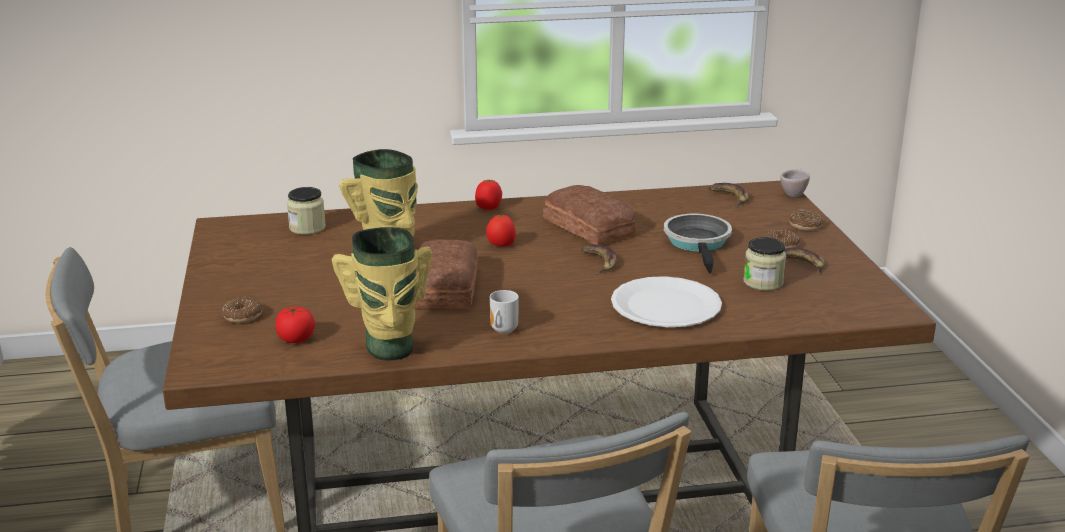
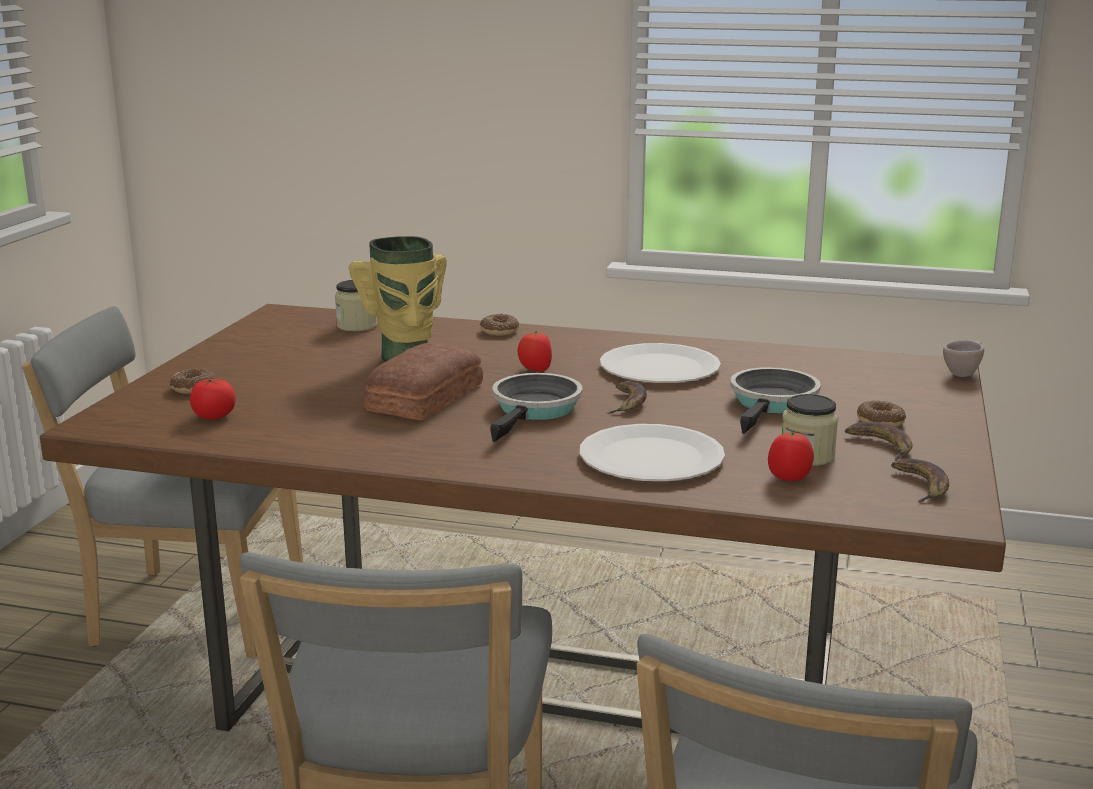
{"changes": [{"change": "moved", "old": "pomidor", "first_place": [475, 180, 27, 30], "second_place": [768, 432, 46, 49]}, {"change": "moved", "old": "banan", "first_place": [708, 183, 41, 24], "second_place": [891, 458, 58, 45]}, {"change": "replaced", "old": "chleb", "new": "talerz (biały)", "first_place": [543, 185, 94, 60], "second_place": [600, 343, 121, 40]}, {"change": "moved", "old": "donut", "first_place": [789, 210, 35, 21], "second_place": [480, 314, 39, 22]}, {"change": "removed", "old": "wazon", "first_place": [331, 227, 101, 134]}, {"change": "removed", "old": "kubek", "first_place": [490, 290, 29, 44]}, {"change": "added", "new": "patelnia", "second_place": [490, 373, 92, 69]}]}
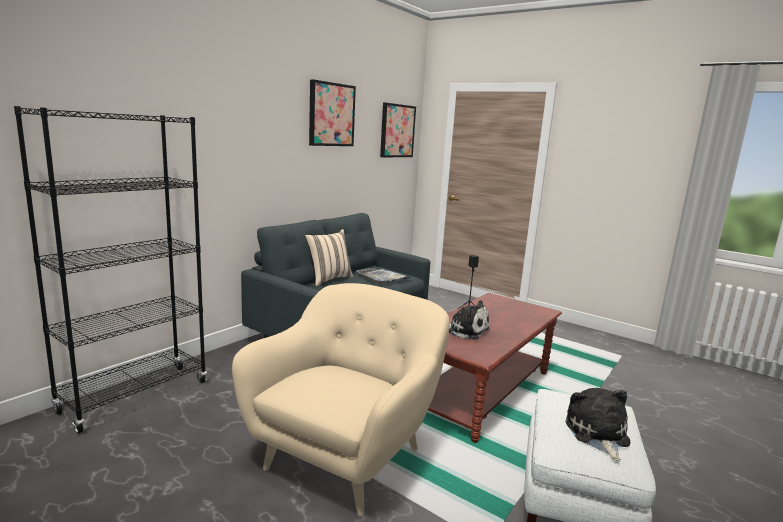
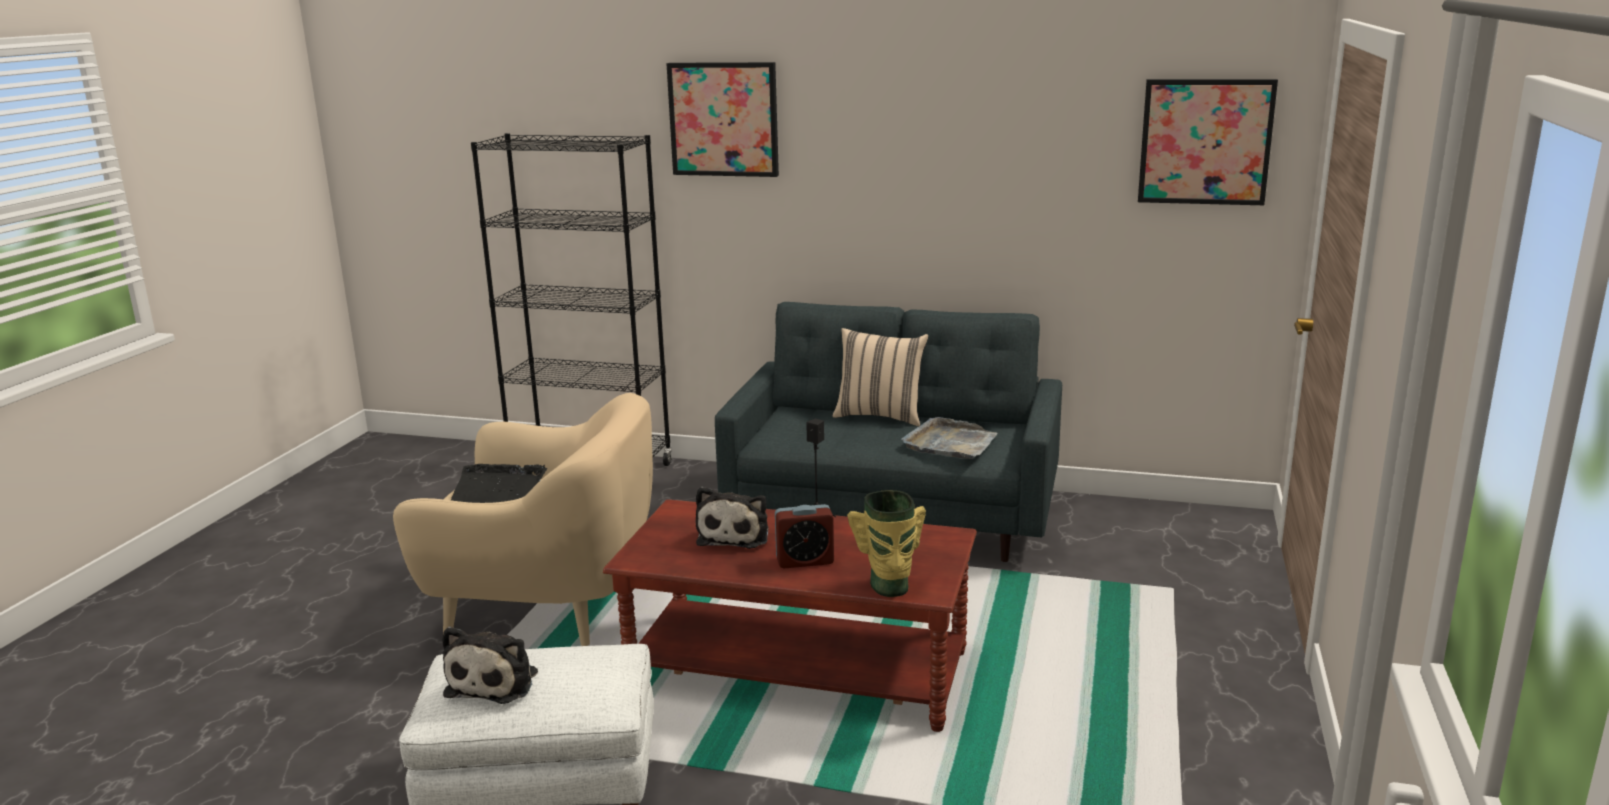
{"changes": [{"change": "moved", "old": "obraz", "first_place": [309, 79, 47, 67], "second_place": [666, 62, 113, 115]}, {"change": "turned", "old": "pluszak", "first_place": [566, 388, 64, 73], "second_place": [442, 626, 96, 78], "degrees": 120}, {"change": "added", "new": "taca (czarny)", "second_place": [451, 464, 96, 39]}, {"change": "added", "new": "wazon", "second_place": [847, 490, 79, 107]}, {"change": "added", "new": "budzik", "second_place": [775, 504, 59, 64]}]}
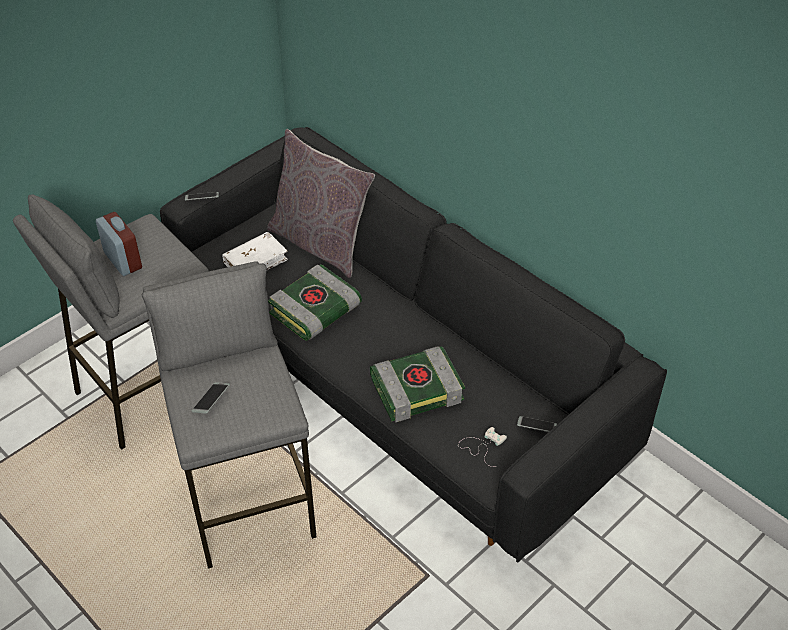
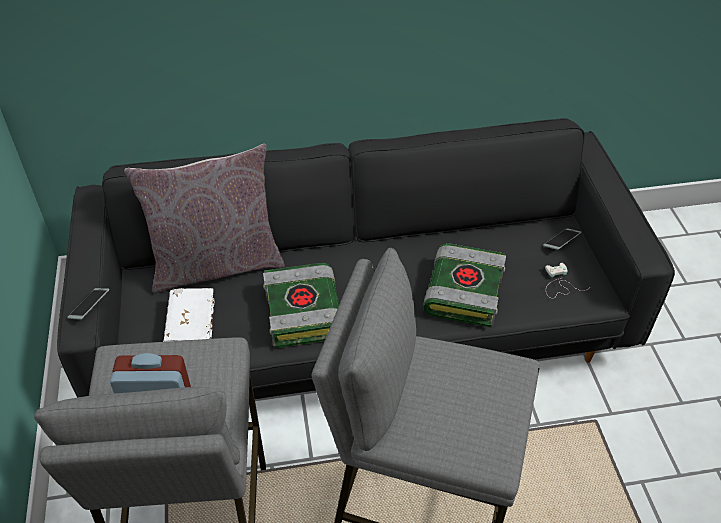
{"changes": [{"change": "removed", "old": "telefon", "first_place": [191, 382, 39, 32]}]}
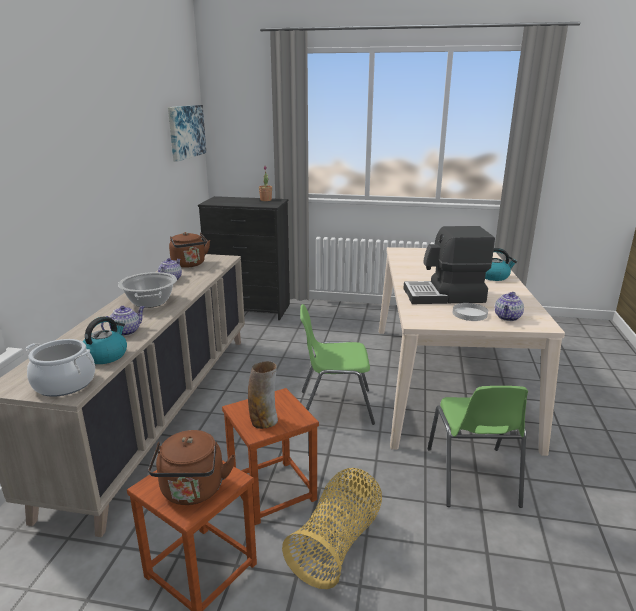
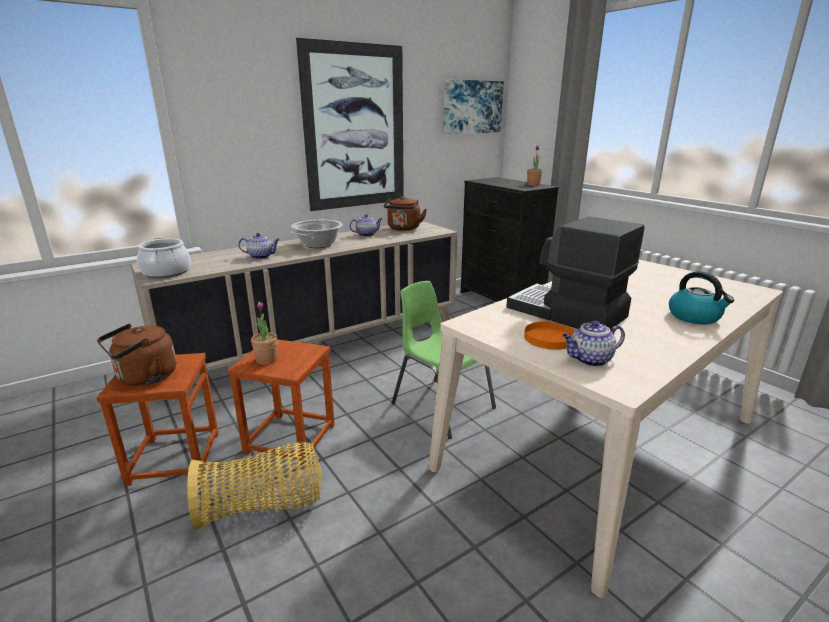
{"changes": [{"change": "recoloured", "old": "talerz (biały)", "new": "talerz (pomarańczowy)", "first_place": [453, 303, 35, 18], "second_place": [524, 322, 51, 28]}, {"change": "removed", "old": "czajnik", "first_place": [83, 317, 44, 47]}, {"change": "replaced", "old": "wazon", "new": "roślina doniczkowa", "first_place": [248, 361, 30, 68], "second_place": [251, 302, 27, 63]}, {"change": "removed", "old": "krzesło (zielony)", "first_place": [428, 386, 100, 122]}, {"change": "added", "new": "obraz", "second_place": [296, 38, 108, 173]}]}
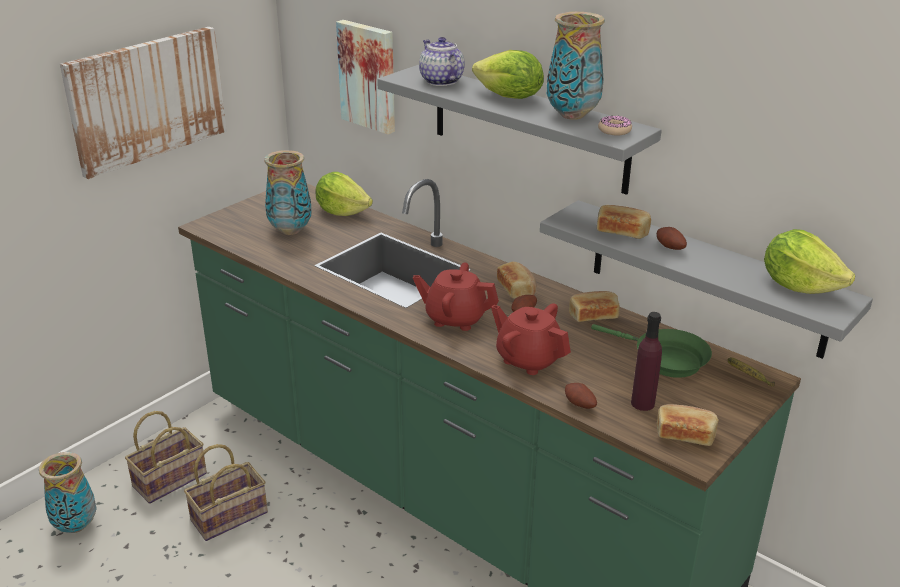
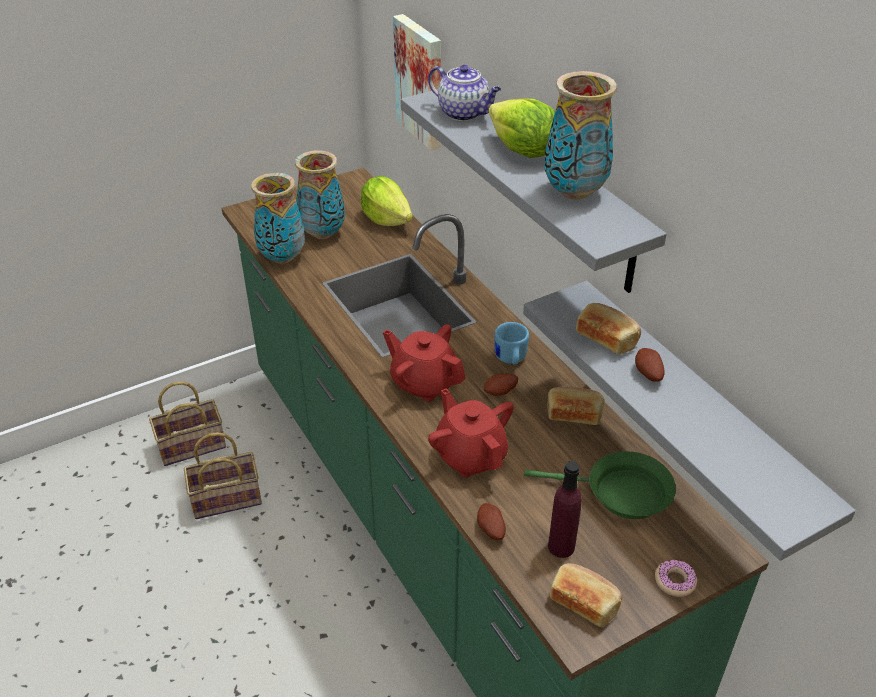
{"changes": [{"change": "removed", "old": "obraz", "first_place": [60, 27, 167, 152]}, {"change": "turned", "old": "imbryk", "first_place": [419, 37, 46, 49], "second_place": [428, 65, 73, 56], "degrees": 135}, {"change": "moved", "old": "donut", "first_place": [598, 116, 34, 19], "second_place": [655, 559, 42, 38]}, {"change": "removed", "old": "sałata", "first_place": [764, 229, 91, 65]}, {"change": "replaced", "old": "chleb", "new": "kubek (niebieski)", "first_place": [497, 262, 40, 37], "second_place": [495, 322, 34, 42]}, {"change": "turned", "old": "patelnia (zielony)", "first_place": [591, 324, 121, 54], "second_place": [524, 451, 152, 68], "degrees": -45}, {"change": "removed", "old": "banan", "first_place": [728, 357, 47, 30]}, {"change": "moved", "old": "wazon", "first_place": [39, 452, 58, 81], "second_place": [251, 173, 54, 91]}]}
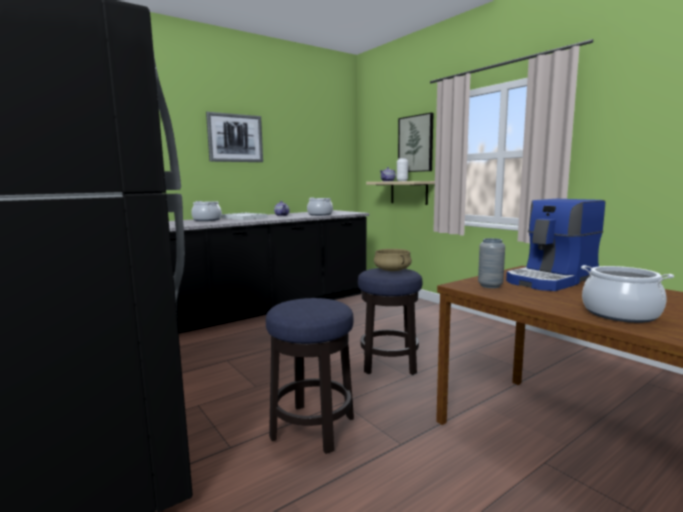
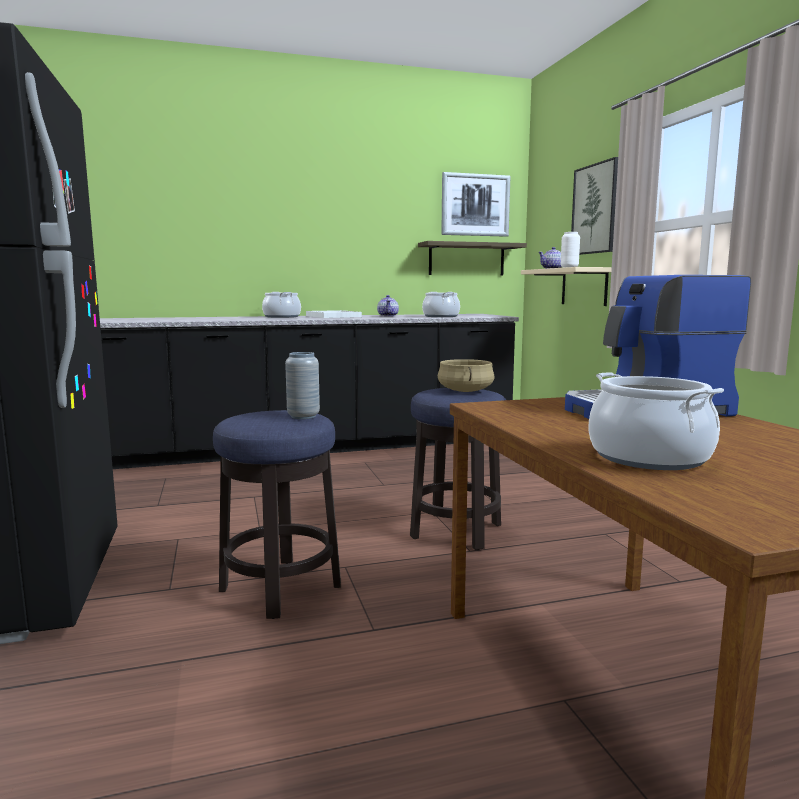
{"changes": [{"change": "moved", "old": "obraz", "first_place": [206, 112, 57, 50], "second_place": [441, 172, 69, 65]}, {"change": "moved", "old": "wazon (szary)", "first_place": [478, 238, 27, 50], "second_place": [285, 352, 35, 67]}, {"change": "added", "new": "półka", "second_place": [418, 241, 109, 35]}]}
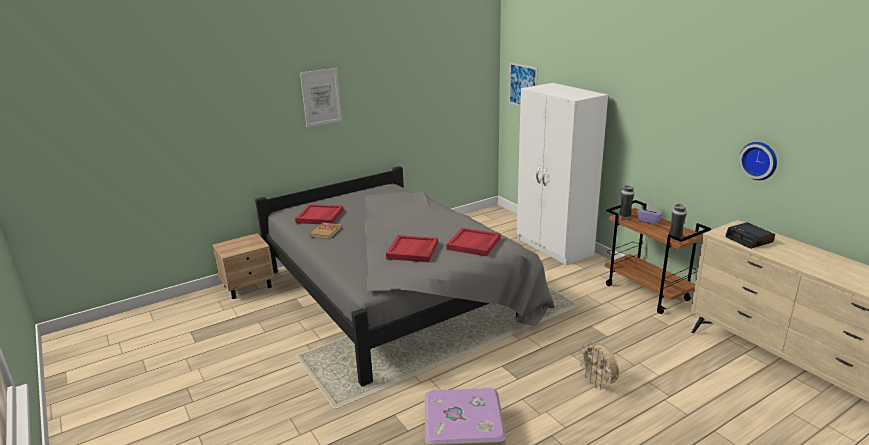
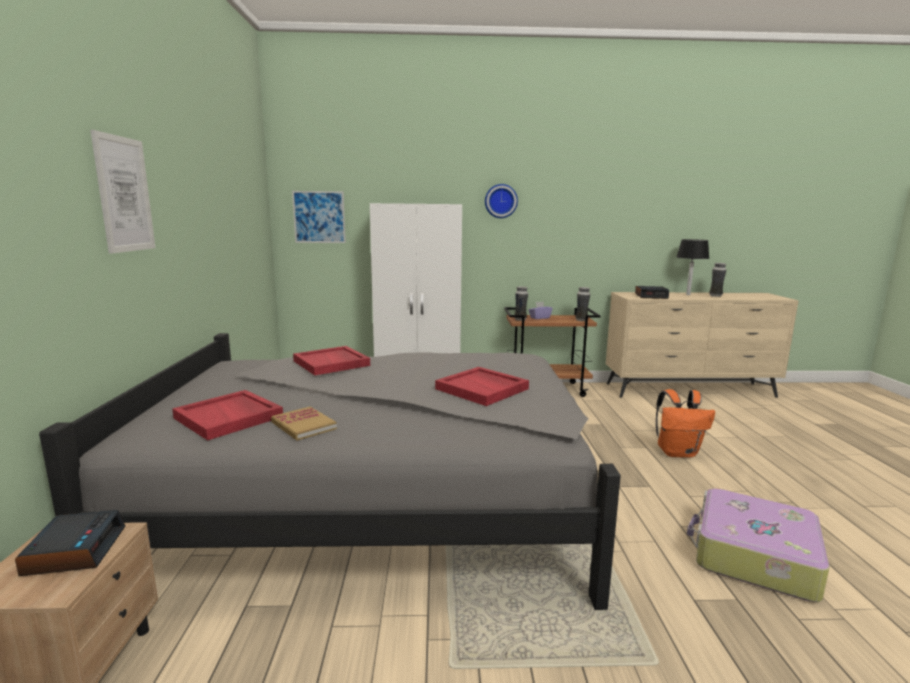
{"changes": [{"change": "moved", "old": "zegar ścienny", "first_place": [739, 142, 38, 38], "second_place": [485, 184, 33, 34]}, {"change": "moved", "old": "taca (czerwony)", "first_place": [446, 228, 54, 28], "second_place": [293, 346, 77, 30]}, {"change": "replaced", "old": "wentylator (beżowy)", "new": "plecak (pomarańczowy)", "first_place": [579, 342, 40, 48], "second_place": [656, 389, 59, 69]}, {"change": "added", "new": "lampa stołowa (czarny)", "second_place": [677, 239, 32, 56]}, {"change": "added", "new": "wazon", "second_place": [709, 263, 18, 34]}, {"change": "added", "new": "budzik", "second_place": [15, 510, 110, 66]}]}
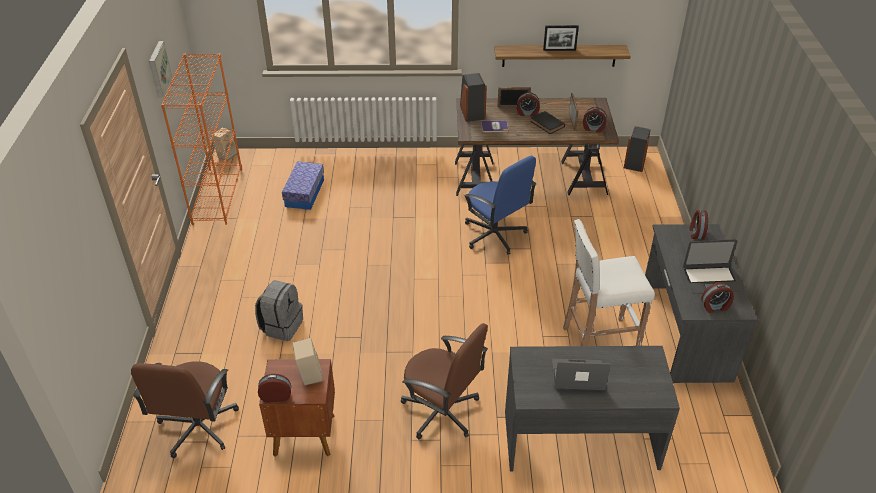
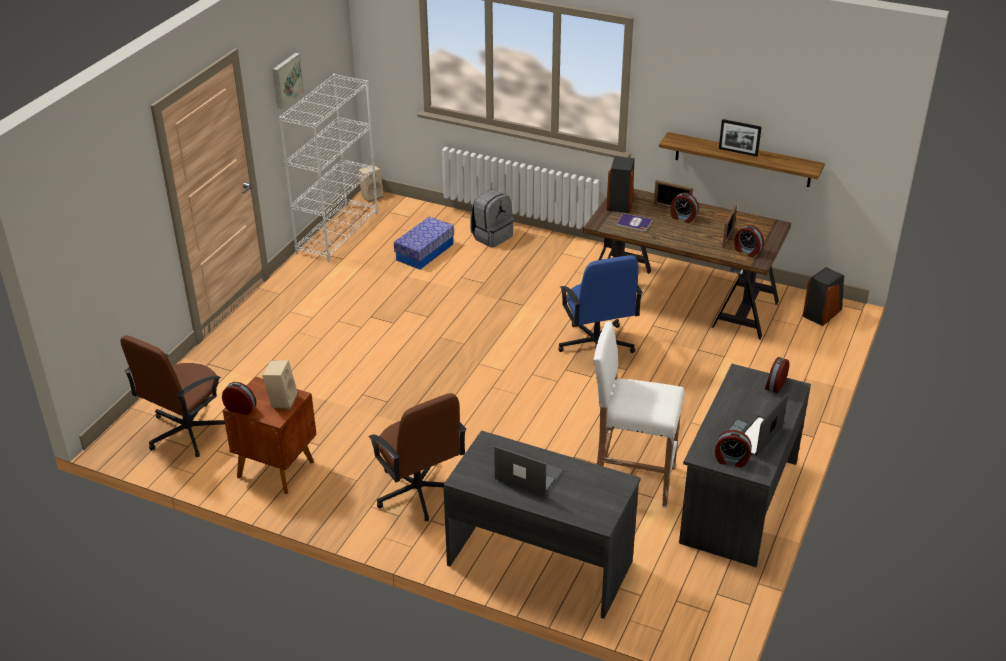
{"changes": [{"change": "recoloured", "old": "regał (pomarańczowy)", "new": "regał (biały)", "first_place": [161, 53, 81, 172], "second_place": [279, 74, 99, 188]}, {"change": "removed", "old": "książka (czarny)", "first_place": [530, 111, 35, 23]}, {"change": "turned", "old": "laptop", "first_place": [683, 240, 58, 54], "second_place": [717, 393, 71, 63], "degrees": 105}, {"change": "moved", "old": "plecak (szary)", "first_place": [255, 280, 48, 61], "second_place": [470, 189, 44, 59]}]}
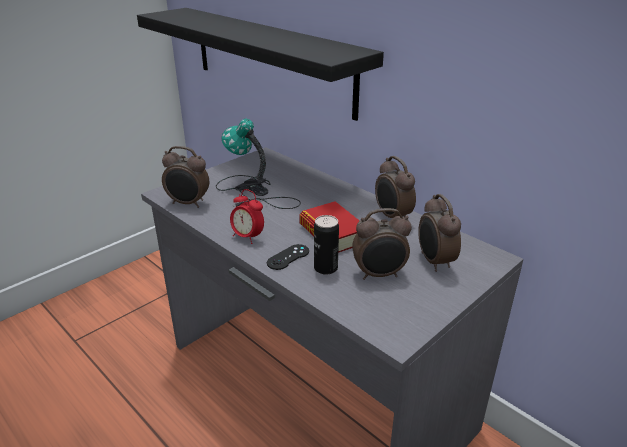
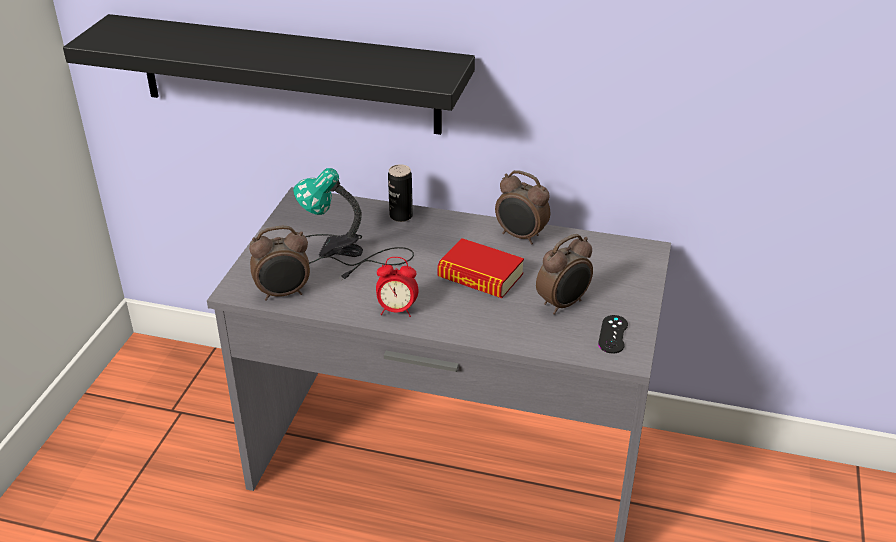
{"changes": [{"change": "removed", "old": "budzik", "first_place": [418, 194, 43, 78]}, {"change": "moved", "old": "puszka", "first_place": [314, 215, 25, 60], "second_place": [388, 164, 25, 58]}, {"change": "moved", "old": "pad do gier (czarny)", "first_place": [267, 244, 42, 26], "second_place": [598, 315, 30, 39]}]}
